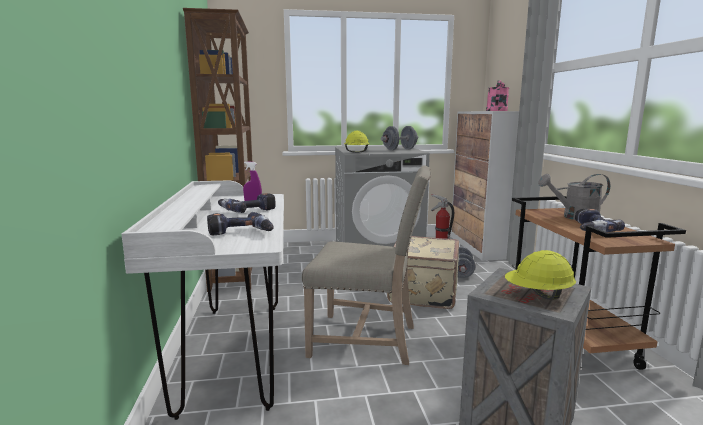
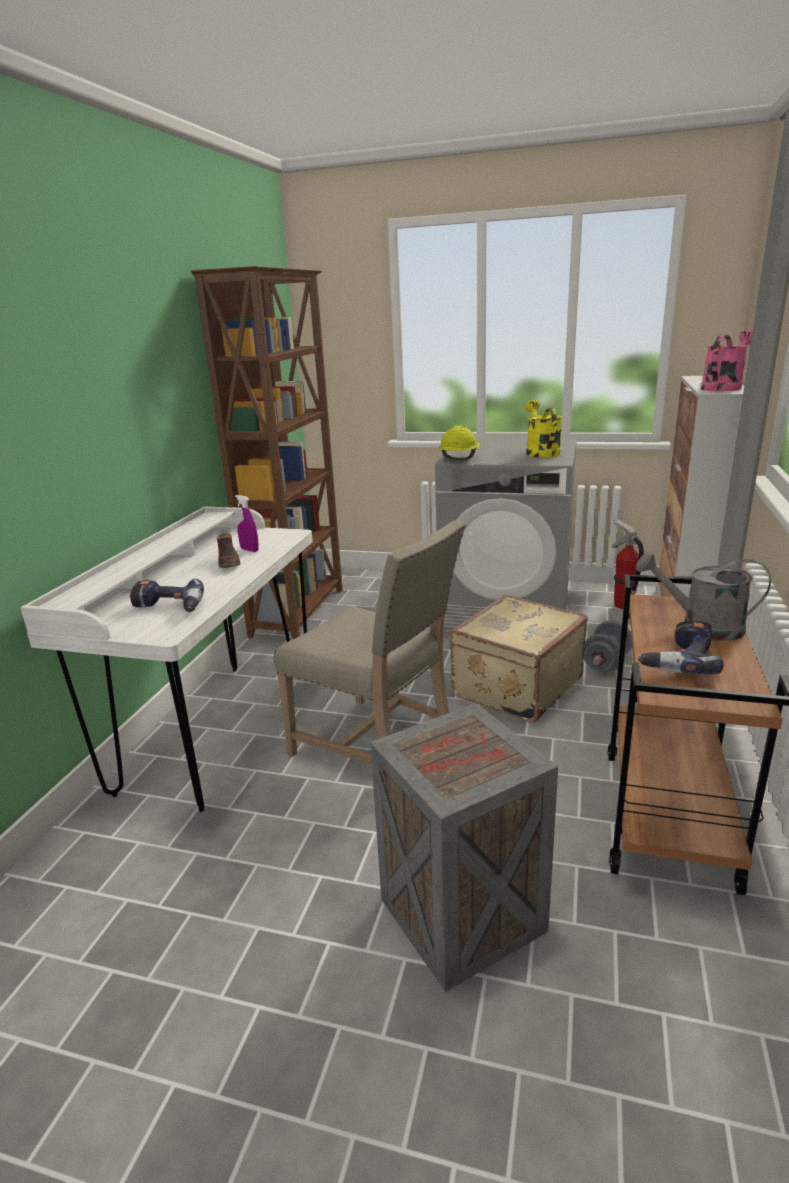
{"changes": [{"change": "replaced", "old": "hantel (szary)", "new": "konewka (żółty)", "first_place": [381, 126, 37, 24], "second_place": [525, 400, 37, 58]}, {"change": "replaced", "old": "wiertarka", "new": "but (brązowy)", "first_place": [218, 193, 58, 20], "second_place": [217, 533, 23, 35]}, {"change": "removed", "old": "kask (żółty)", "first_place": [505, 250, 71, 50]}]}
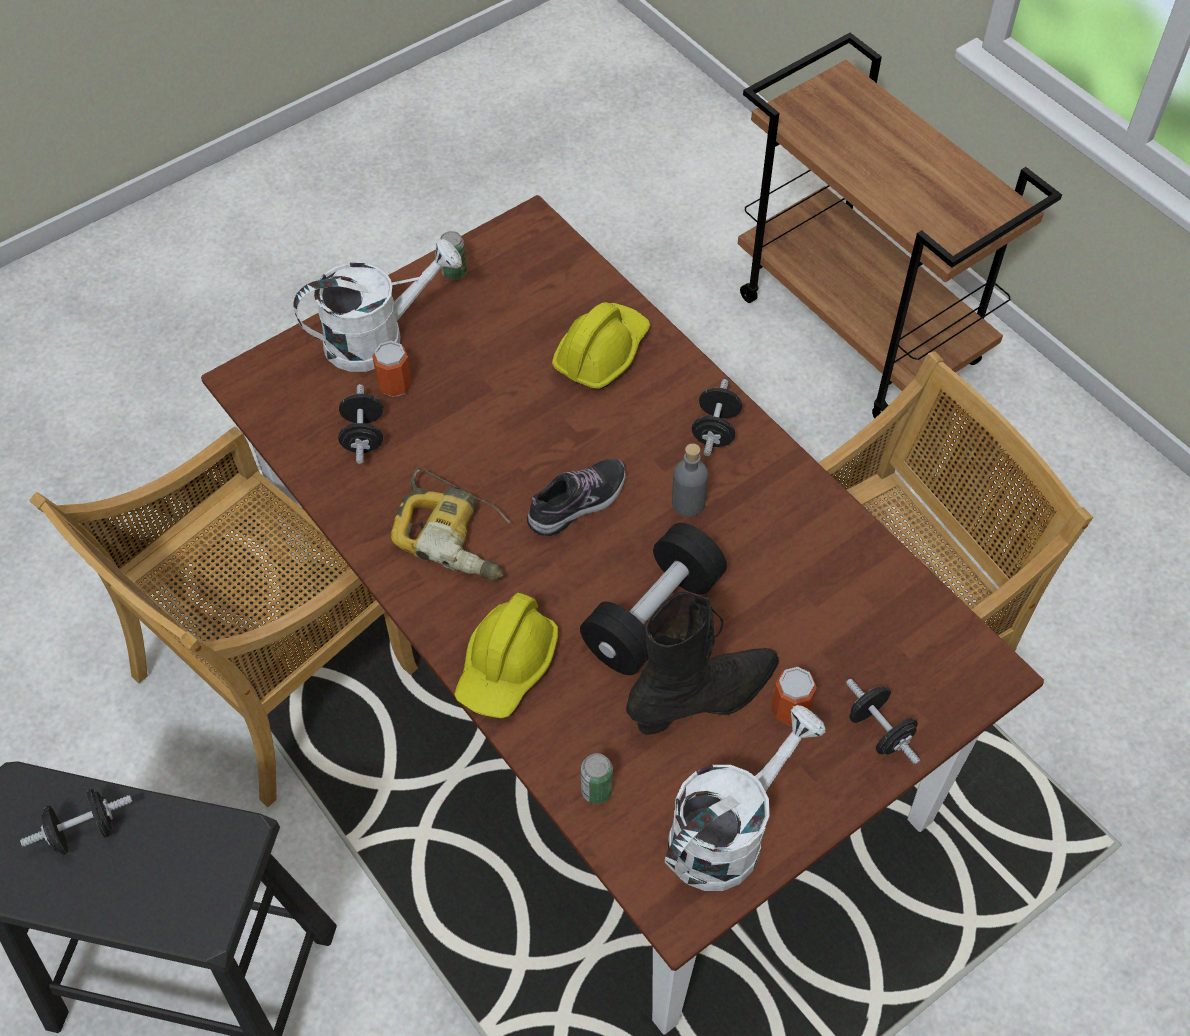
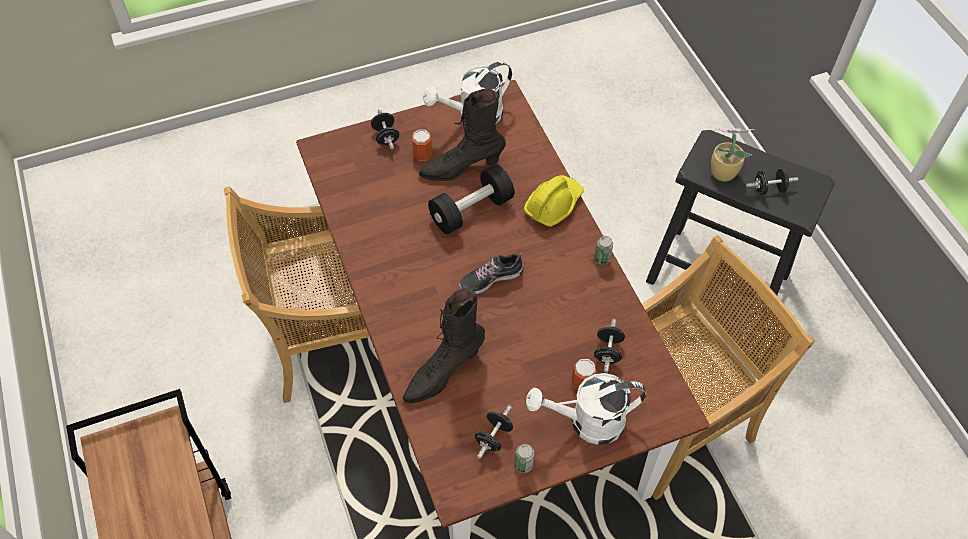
{"changes": [{"change": "replaced", "old": "kask (żółty)", "new": "but z cholewką (czarny)", "first_place": [552, 302, 98, 87], "second_place": [402, 288, 83, 115]}, {"change": "moved", "old": "hantel (czarny)", "first_place": [692, 379, 50, 77], "second_place": [475, 405, 38, 54]}, {"change": "removed", "old": "butelka (szary)", "first_place": [672, 443, 36, 74]}, {"change": "removed", "old": "wiertarka", "first_place": [391, 468, 119, 113]}, {"change": "moved", "old": "puszka", "first_place": [581, 753, 32, 51], "second_place": [594, 236, 19, 29]}, {"change": "added", "new": "roślina doniczkowa", "second_place": [711, 128, 43, 53]}]}
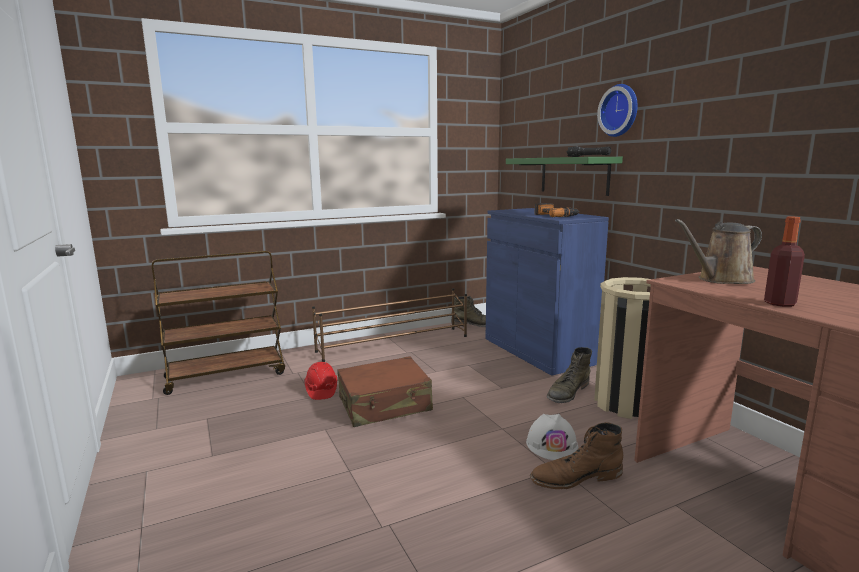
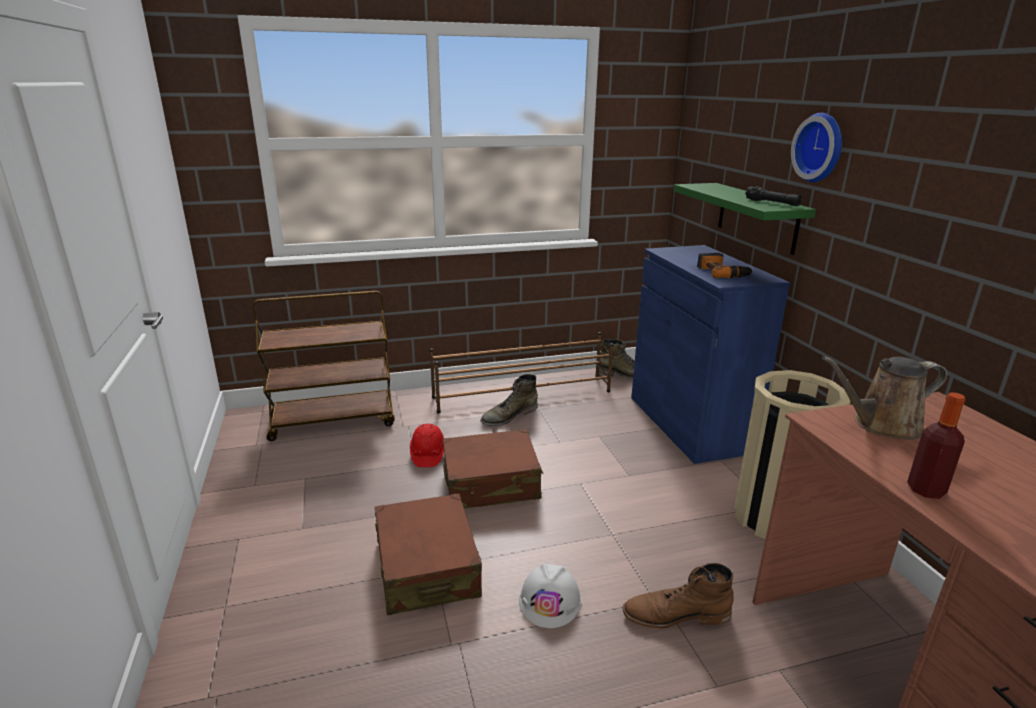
{"changes": [{"change": "moved", "old": "but z cholewką (zielony)", "first_place": [547, 347, 45, 56], "second_place": [480, 374, 58, 52]}, {"change": "moved", "old": "kask (biały)", "first_place": [526, 414, 53, 46], "second_place": [519, 563, 62, 65]}, {"change": "added", "new": "walizka (brązowy)", "second_place": [375, 493, 107, 122]}]}
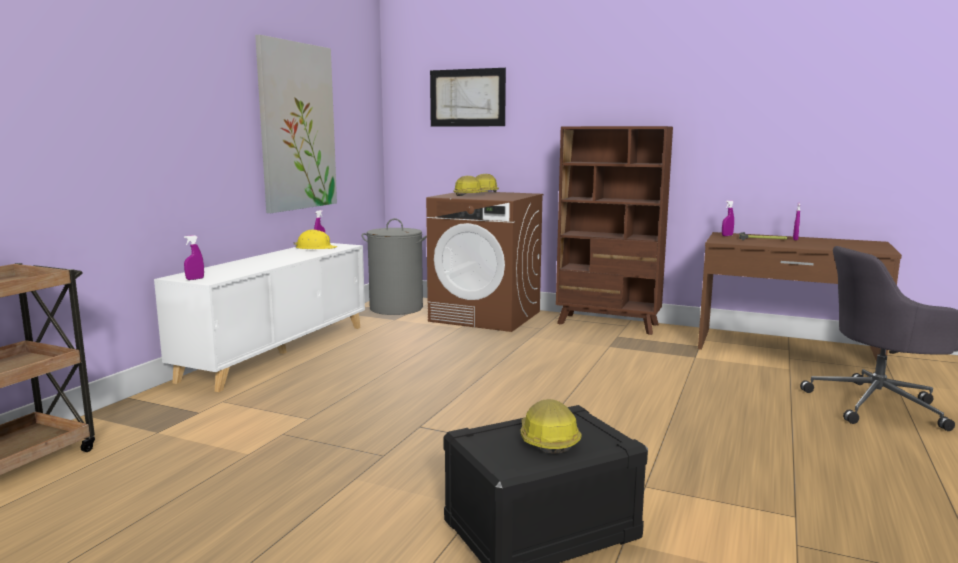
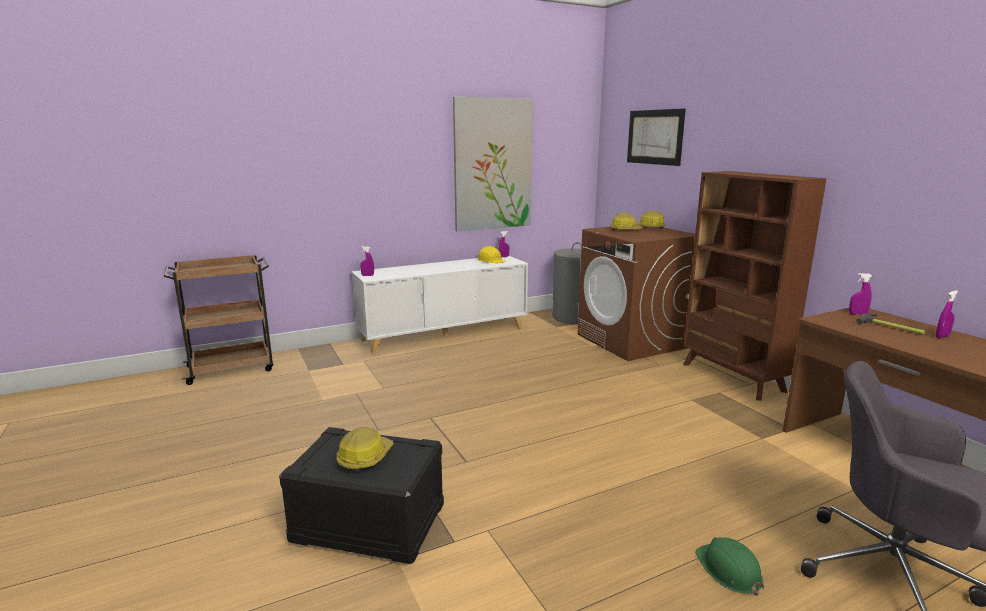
{"changes": [{"change": "added", "new": "kask (zielony)", "second_place": [695, 537, 69, 59]}]}
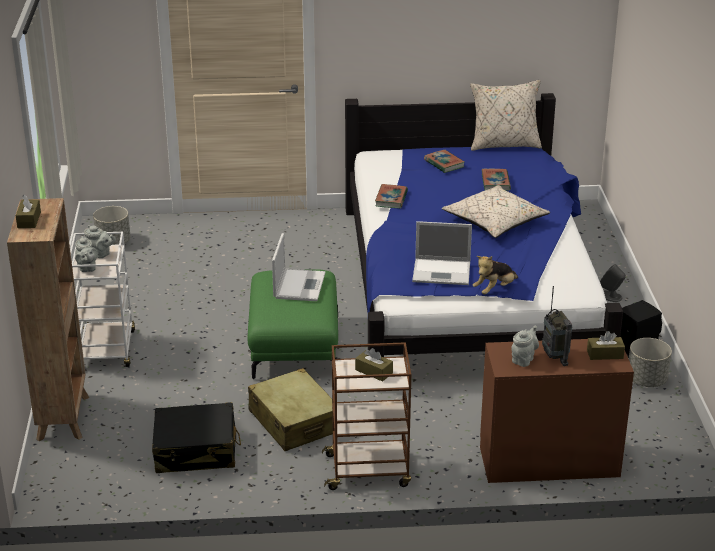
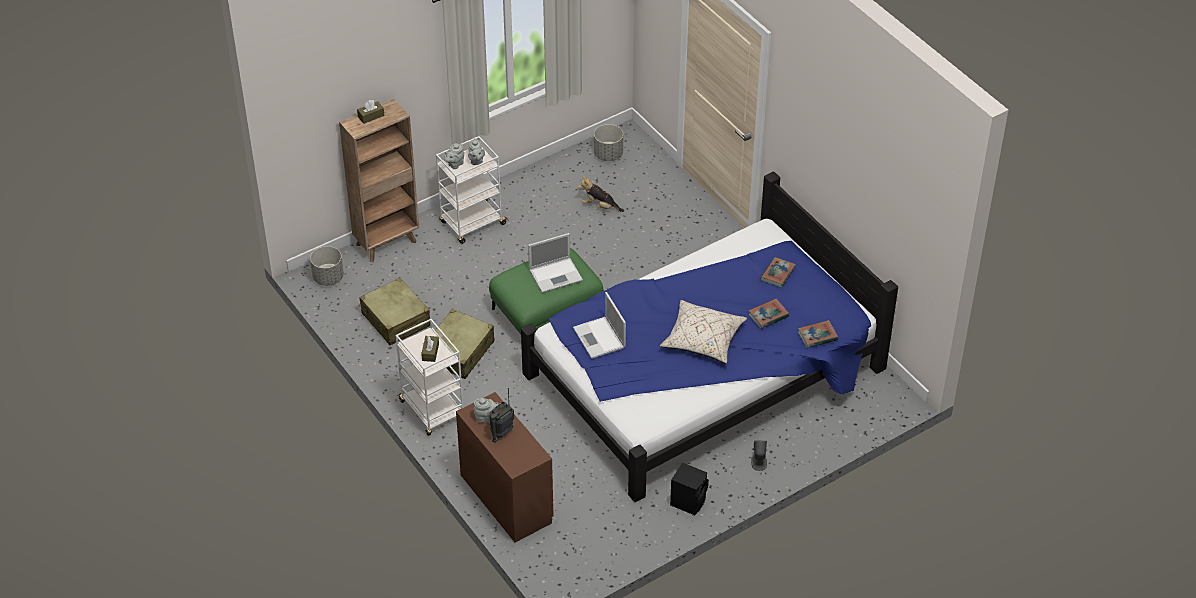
{"changes": [{"change": "removed", "old": "poduszka (beżowy)", "first_place": [470, 80, 72, 71]}, {"change": "moved", "old": "książka", "first_place": [375, 184, 33, 24], "second_place": [798, 320, 40, 28]}, {"change": "moved", "old": "pluszak", "first_place": [473, 256, 45, 38], "second_place": [578, 176, 46, 36]}, {"change": "removed", "old": "pudełko chusteczek (brązowy)", "first_place": [587, 331, 38, 29]}, {"change": "moved", "old": "donica (szary)", "first_place": [629, 338, 43, 49], "second_place": [310, 246, 34, 40]}, {"change": "recoloured", "old": "wózek (brązowy)", "new": "wózek (biały)", "first_place": [322, 342, 89, 148], "second_place": [396, 319, 68, 117]}, {"change": "recoloured", "old": "walizka (czarny)", "new": "walizka (beżowy)", "first_place": [152, 402, 89, 71], "second_place": [359, 278, 71, 67]}]}
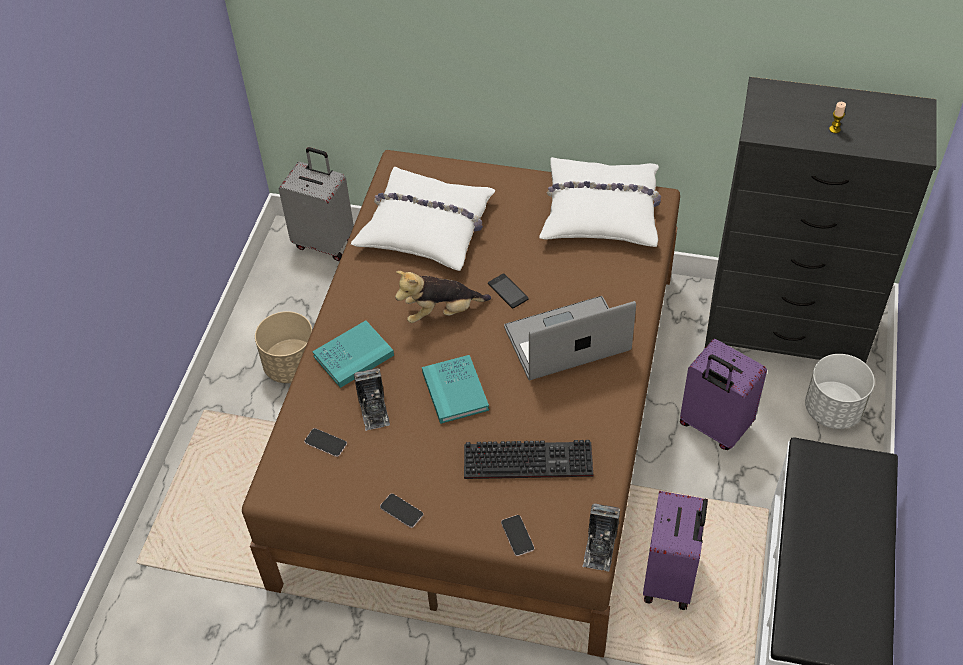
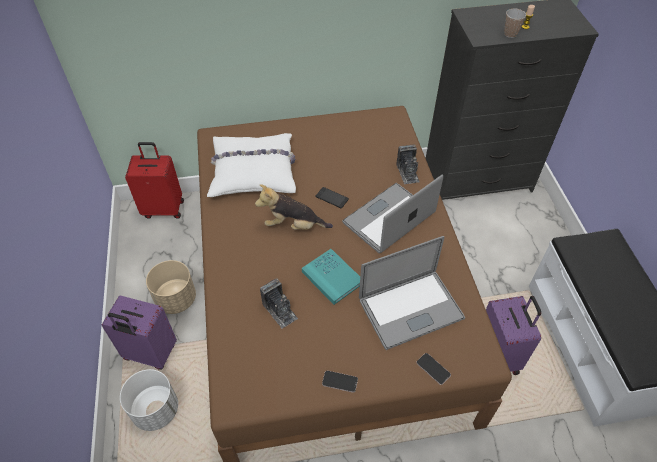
{"changes": [{"change": "recoloured", "old": "walizka (szary)", "new": "walizka (czerwony)", "first_place": [279, 147, 75, 114], "second_place": [125, 142, 59, 77]}, {"change": "removed", "old": "poduszka (biały)", "first_place": [539, 157, 122, 90]}, {"change": "turned", "old": "pluszak", "first_place": [395, 271, 96, 52], "second_place": [255, 184, 78, 46], "degrees": 45}, {"change": "removed", "old": "książka (turkusowy)", "first_place": [312, 320, 82, 68]}, {"change": "moved", "old": "walizka (fioletowy)", "first_place": [680, 339, 87, 111], "second_place": [101, 296, 76, 74]}, {"change": "moved", "old": "donica (biały)", "first_place": [805, 354, 70, 75], "second_place": [120, 369, 58, 62]}, {"change": "removed", "old": "telefon", "first_place": [304, 428, 43, 29]}, {"change": "replaced", "old": "klawiatura", "new": "laptop", "first_place": [464, 440, 129, 39], "second_place": [359, 236, 106, 114]}, {"change": "moved", "old": "aparat fotograficzny", "first_place": [583, 503, 37, 68], "second_place": [396, 144, 23, 41]}, {"change": "added", "new": "filiżanka", "second_place": [504, 9, 22, 29]}]}
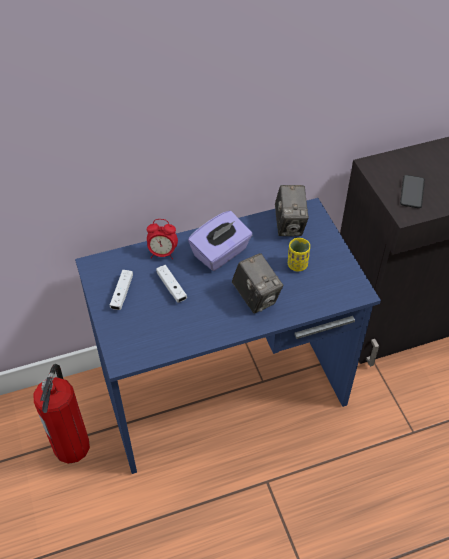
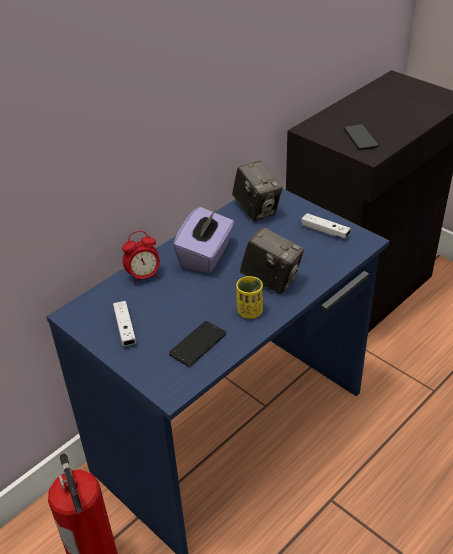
{"changes": [{"change": "moved", "old": "filiżanka (żółty)", "first_place": [288, 238, 22, 33], "second_place": [236, 276, 27, 43]}, {"change": "moved", "old": "pad do gier (biały)", "first_place": [156, 265, 31, 38], "second_place": [302, 213, 48, 25]}, {"change": "added", "new": "telefon", "second_place": [169, 321, 57, 46]}]}
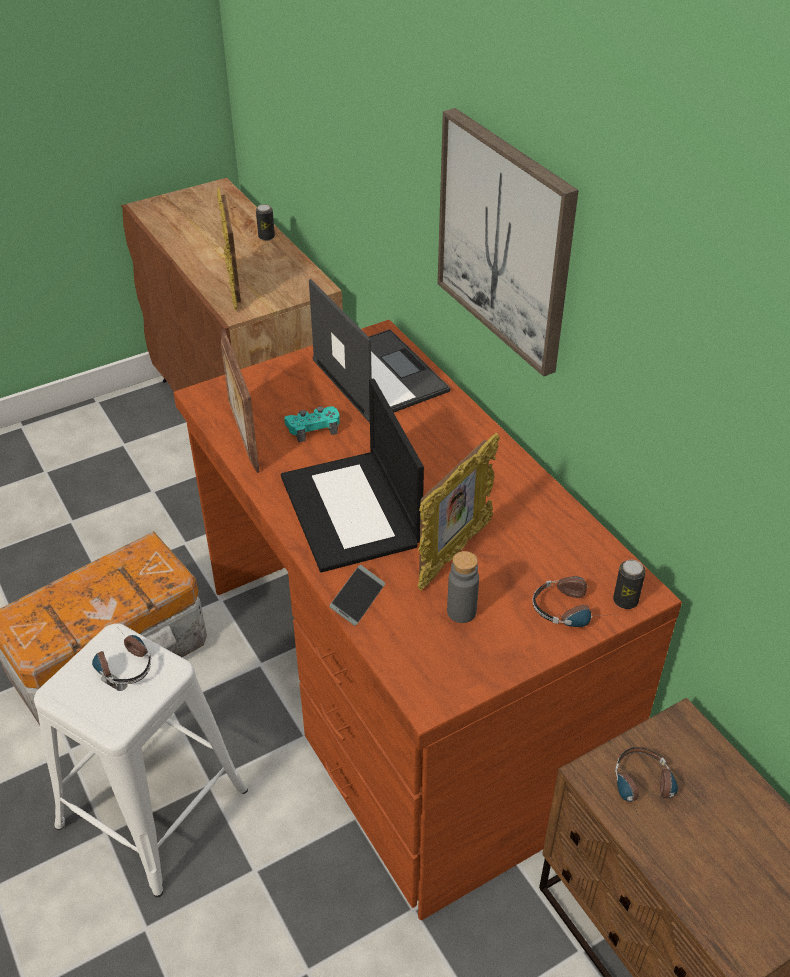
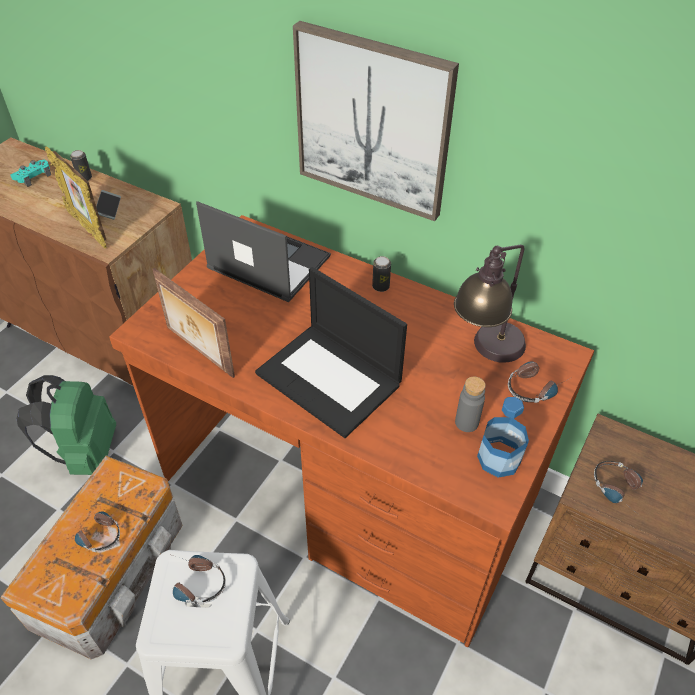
{"changes": [{"change": "moved", "old": "pad do gier (turkusowy)", "first_place": [284, 406, 56, 36], "second_place": [10, 160, 41, 27]}, {"change": "removed", "old": "ramka na zdjęcie", "first_place": [417, 433, 82, 157]}, {"change": "moved", "old": "puszka", "first_place": [613, 560, 33, 49], "second_place": [372, 256, 19, 36]}, {"change": "moved", "old": "telefon", "first_place": [329, 565, 56, 61], "second_place": [96, 190, 25, 30]}, {"change": "added", "new": "lampa stołowa", "second_place": [454, 245, 72, 118]}, {"change": "added", "new": "plecak (zielony)", "second_place": [16, 375, 100, 100]}, {"change": "added", "new": "butelka", "second_place": [477, 397, 52, 81]}, {"change": "added", "new": "słuchawki", "second_place": [75, 507, 45, 45]}]}
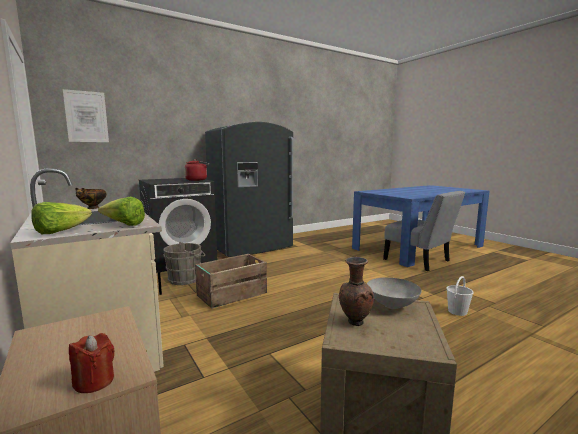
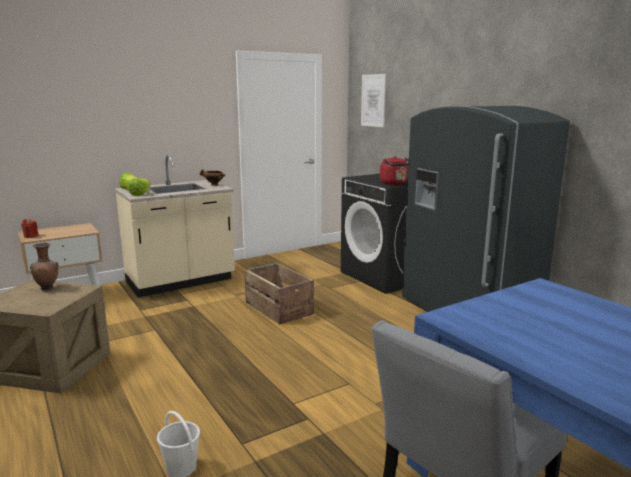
{"changes": [{"change": "removed", "old": "wiadro (szary)", "first_place": [163, 242, 42, 43]}, {"change": "removed", "old": "miska (szary)", "first_place": [367, 277, 55, 32]}]}
